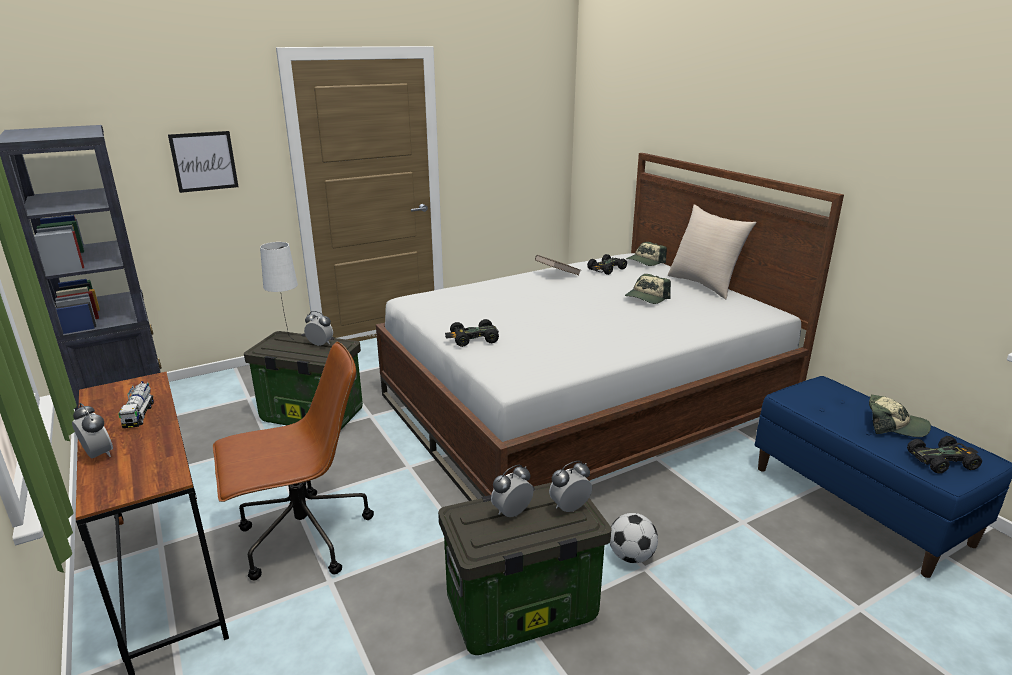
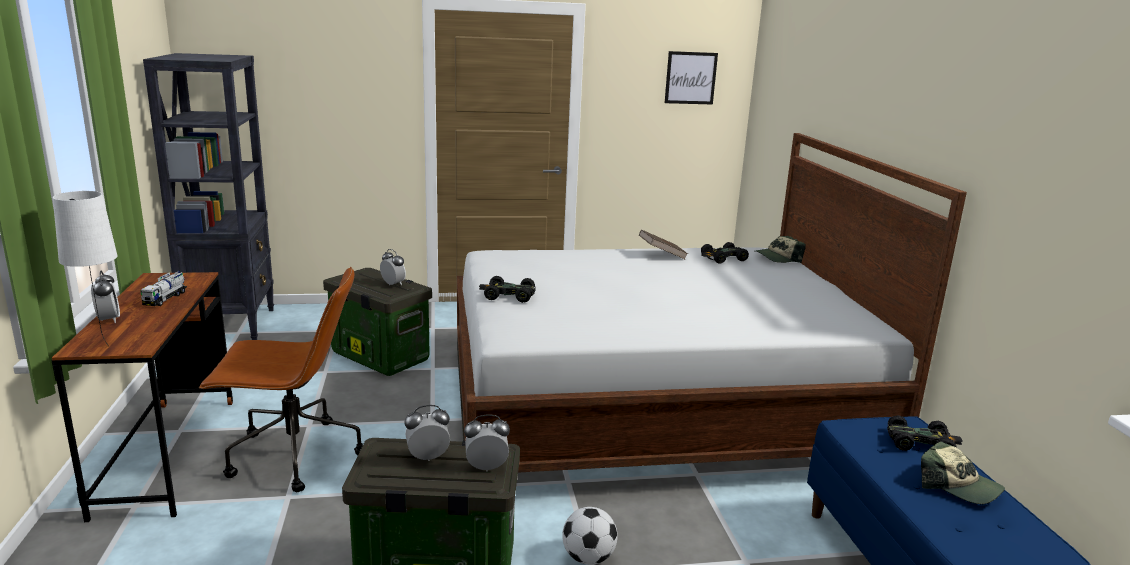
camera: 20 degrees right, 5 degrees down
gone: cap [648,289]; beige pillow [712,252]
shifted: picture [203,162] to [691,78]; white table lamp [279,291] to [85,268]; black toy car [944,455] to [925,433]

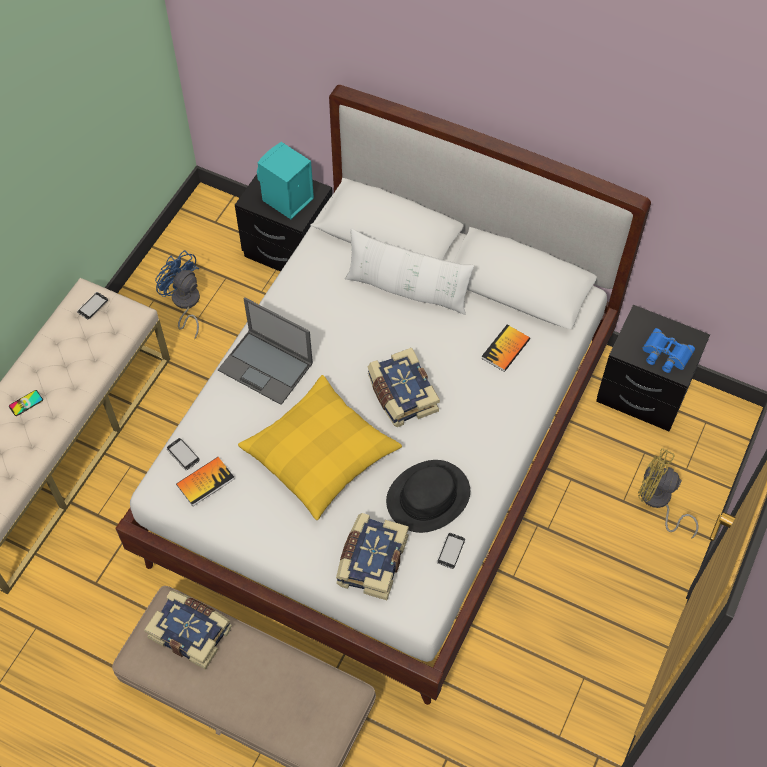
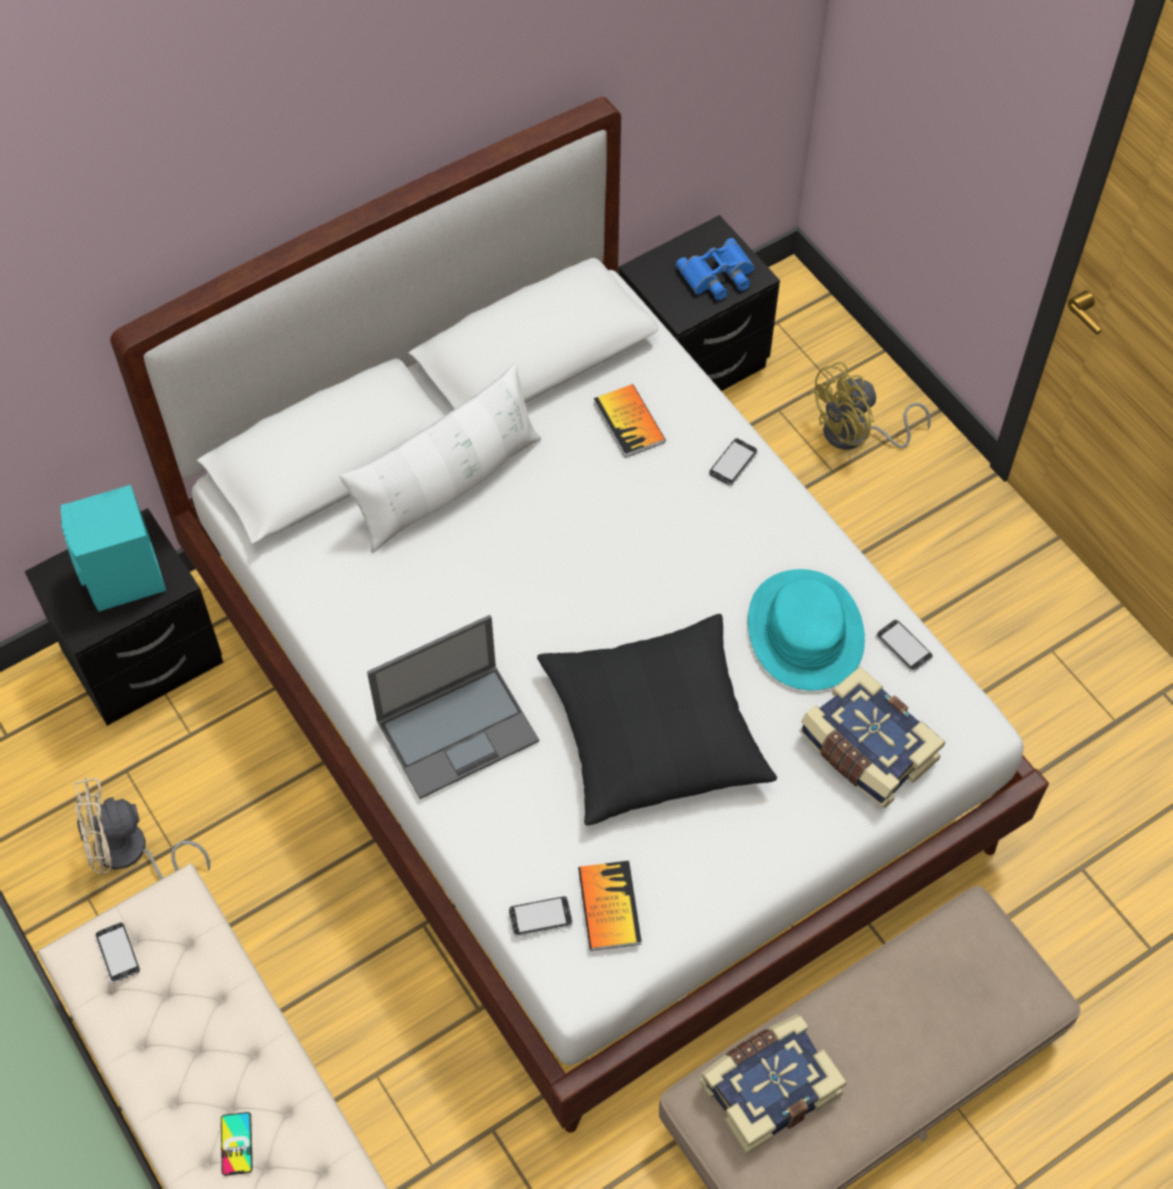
camera: 60 degrees left, 0 degrees up
gone: book [404,387]
new: phone [733,461]
repainted: blue fan [177,294] to beige fan [142,828]; yellow pillow [320,447] to black pillow [657,720]; black hat [428,496] to turquoise hat [806,630]

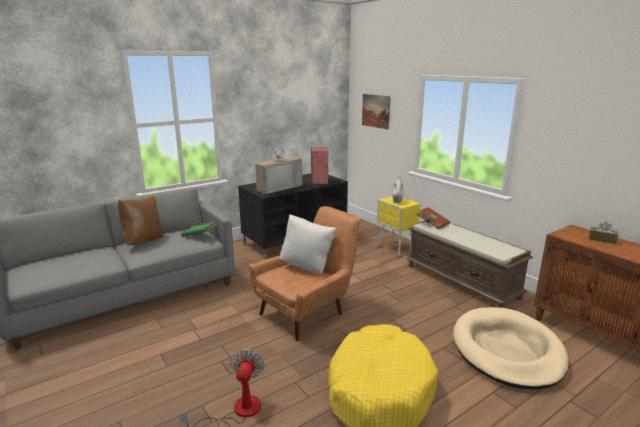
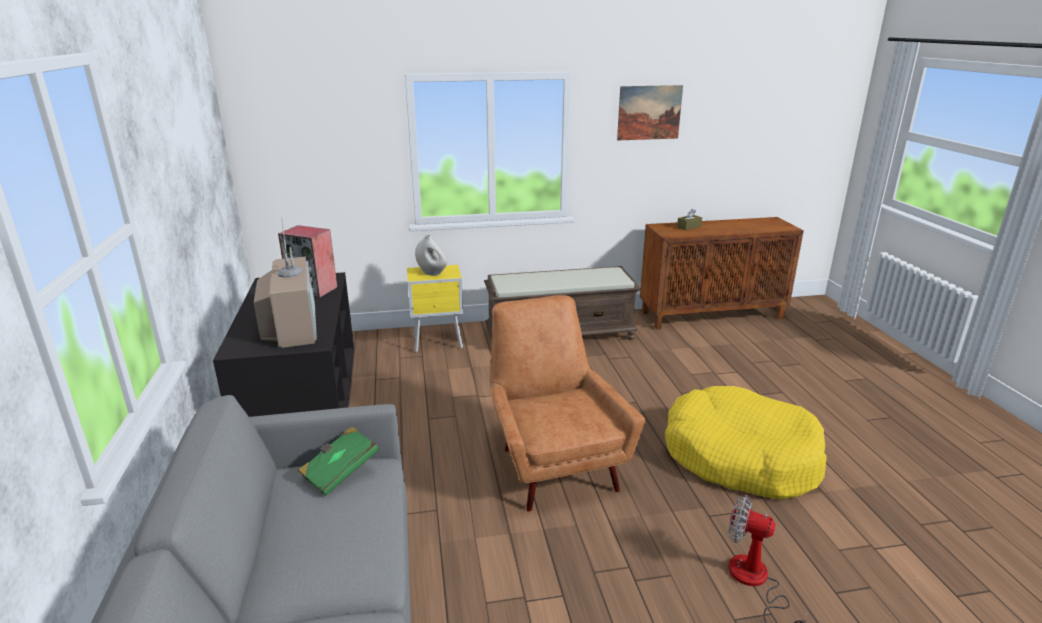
camera: 65 degrees left, 5 degrees up
gone: brown pillow [140,221]; white pillow [308,244]; brown book [433,218]; beige dog bed [511,348]
shifted: picture [376,112] to [650,112]

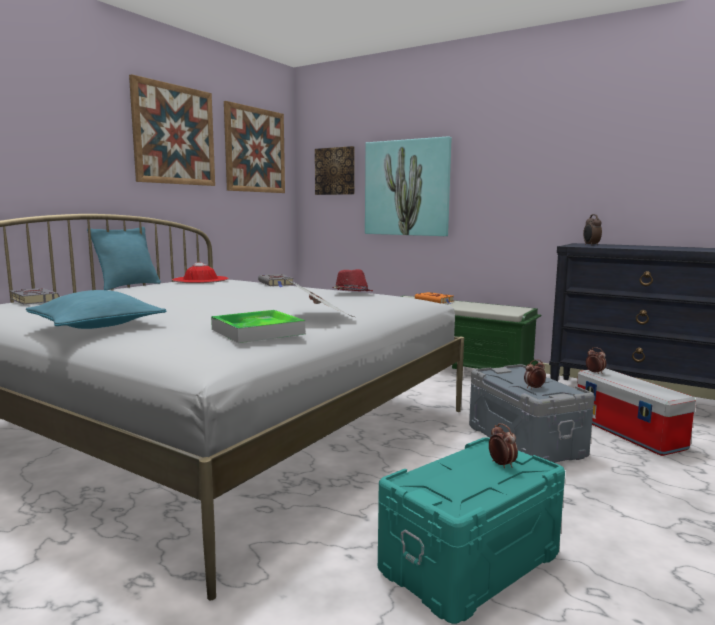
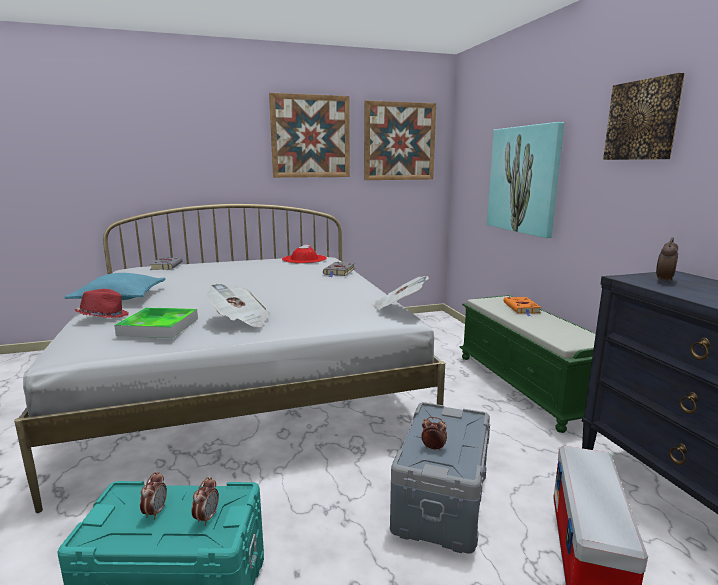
camera: 40 degrees right, 5 degrees up
gone: turquoise pillow [124,258]
new: newspaper [400,293]
shifted: picture [335,170] to [644,116]; red hat [353,280] to [101,303]; alarm clock [596,360] to [153,496]

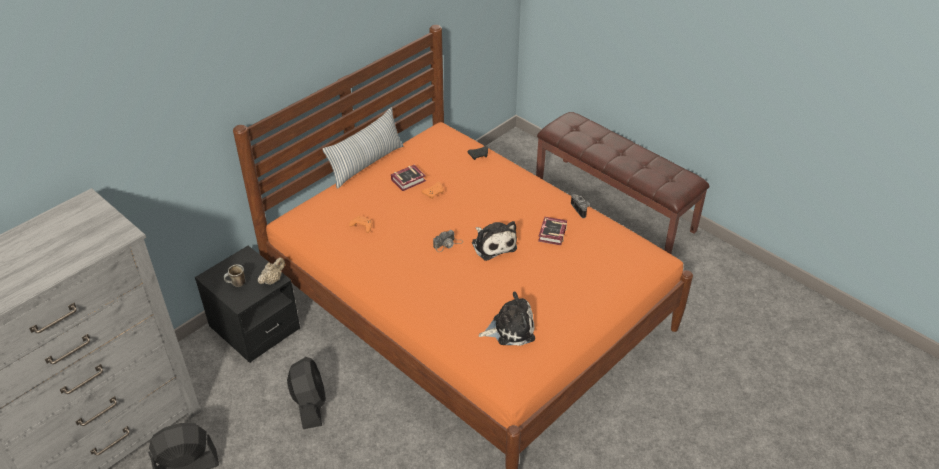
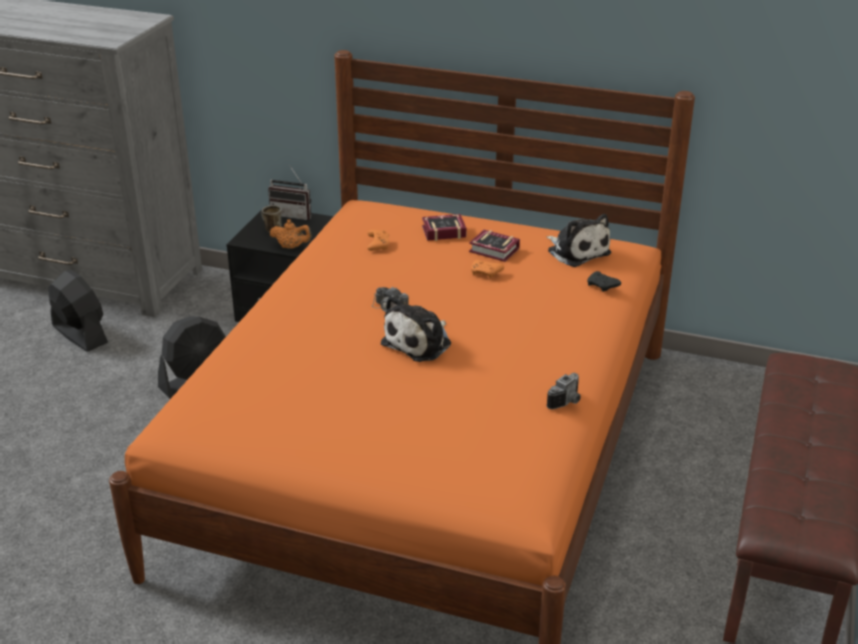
camera: 65 degrees right, 10 degrees down
gone: pillow [362,147]
new: radio [289,192]
shifted: plush toy [507,319] to [579,240]; book [552,231] to [444,227]
repainted: beige teapot [271,271] to orange teapot [291,234]

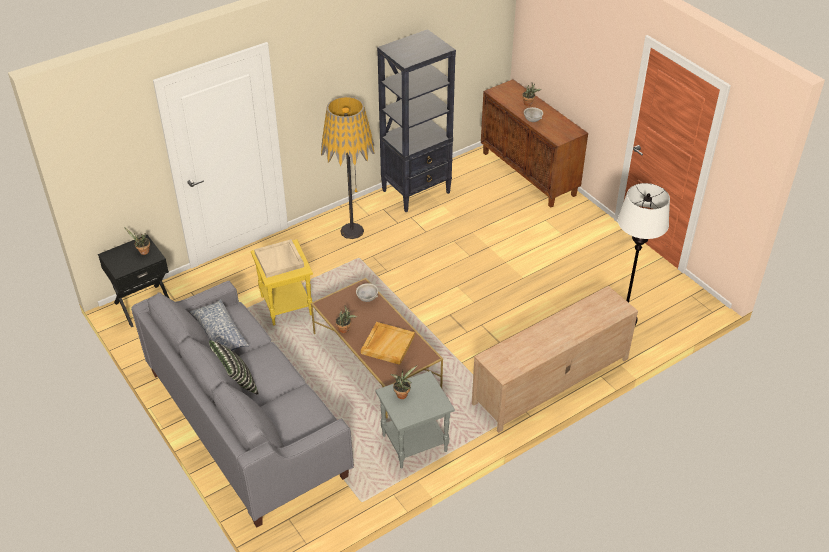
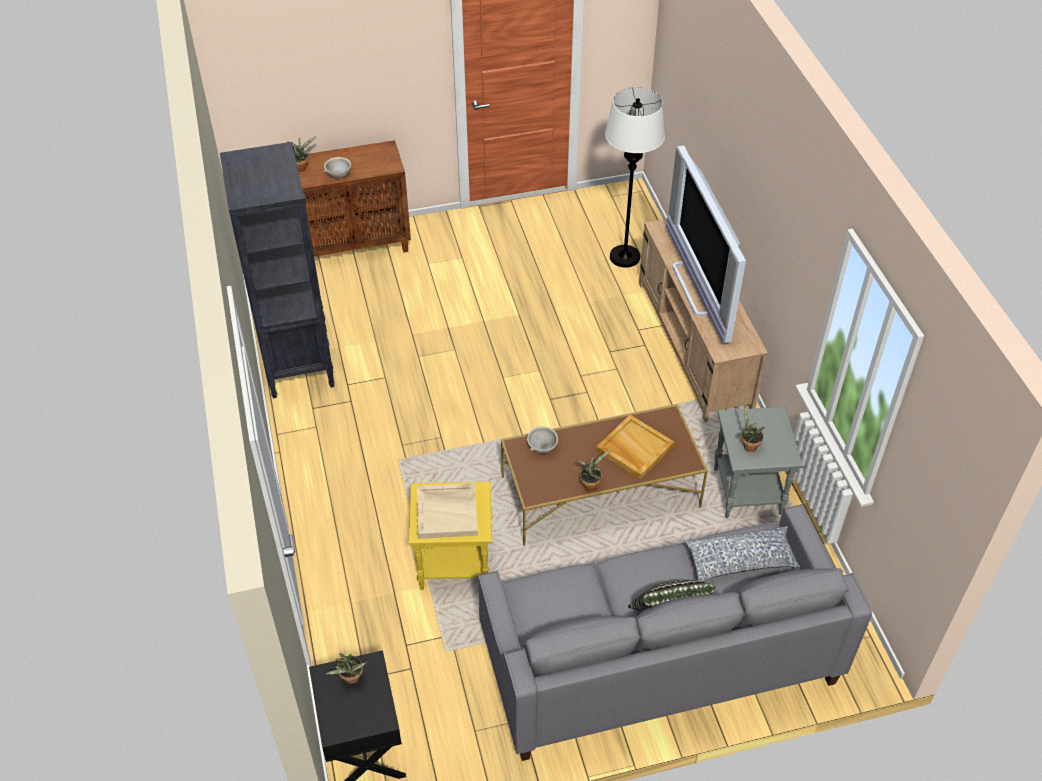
camera: 70 degrees left, 5 degrees up
gone: floor lamp [348,167]
new: television [706,244]
shifted: pillow [220,324] to [741,554]

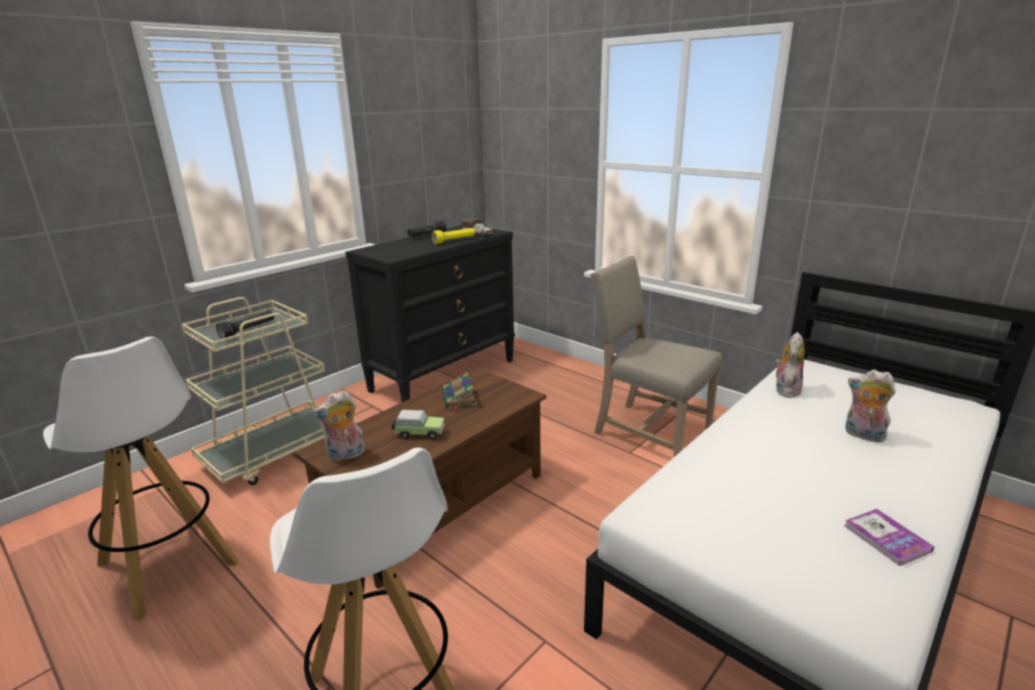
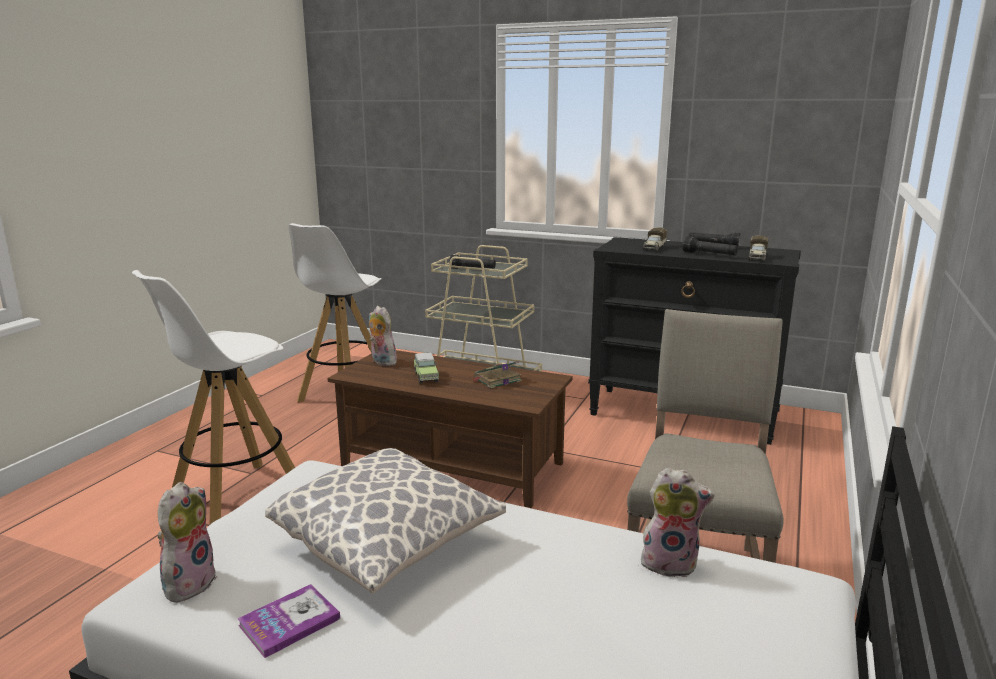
camera: 70 degrees right, 5 degrees down
new: pillow [385,520]; toy truck [655,239]
shifted: plush toy [870,406] to [187,542]
repainted: yellow flashlight [453,236] to black flashlight [710,245]

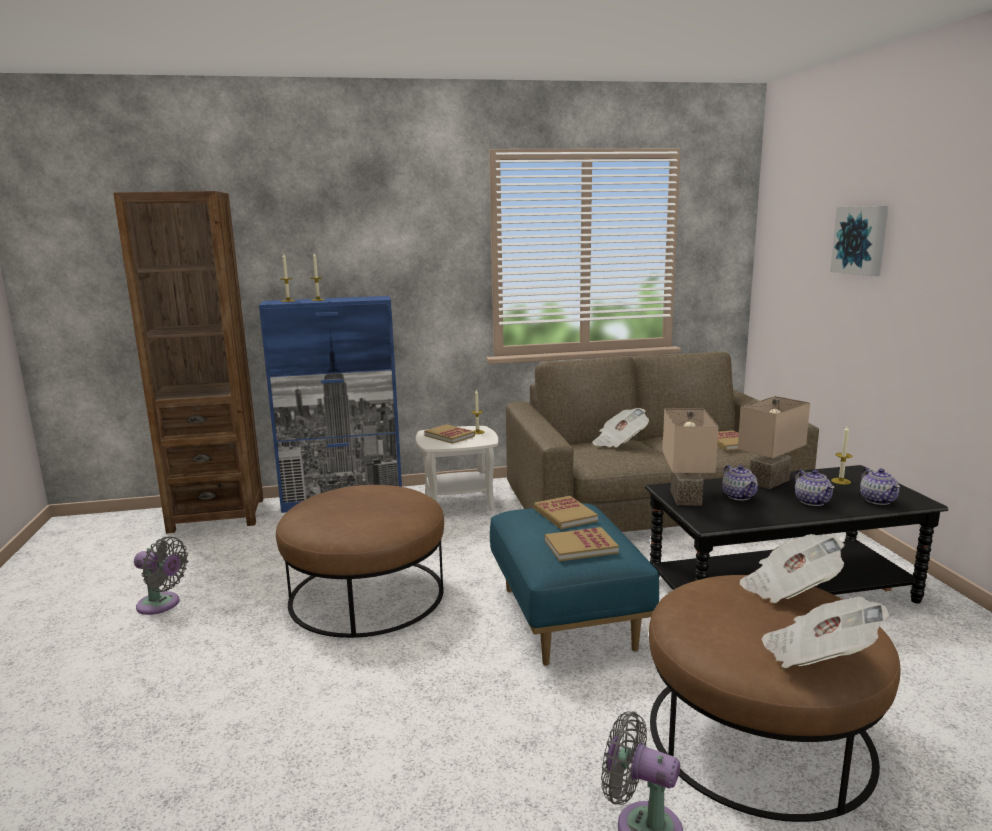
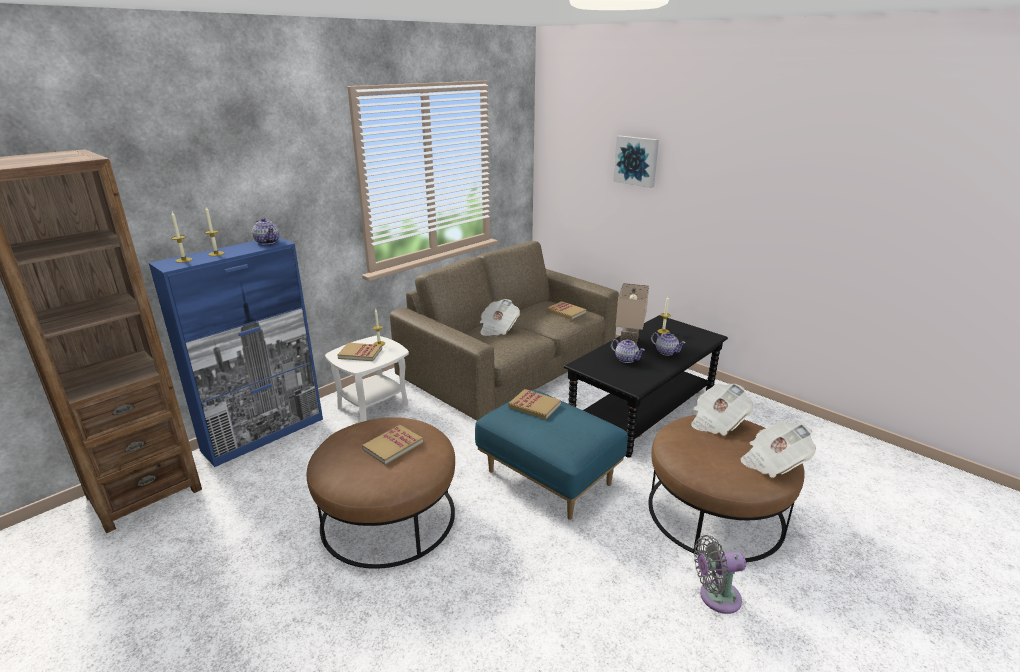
camera: 35 degrees left, 10 degrees up
gone: grey fan [161,575]; beige table lamp [691,457]
shifted: book [582,544] to [392,445]; teapot [880,486] to [266,231]

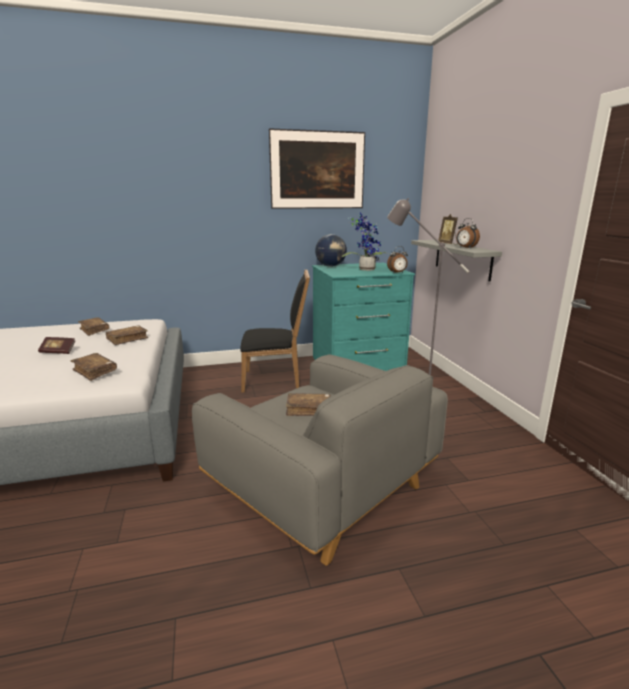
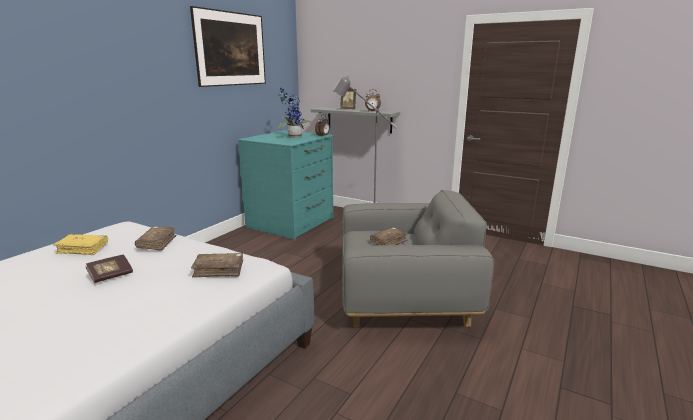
camera: 45 degrees left, 0 degrees up
gone: black chair [275,331]; globe [331,250]
repainted: brown book [93,326] to yellow book [80,244]

